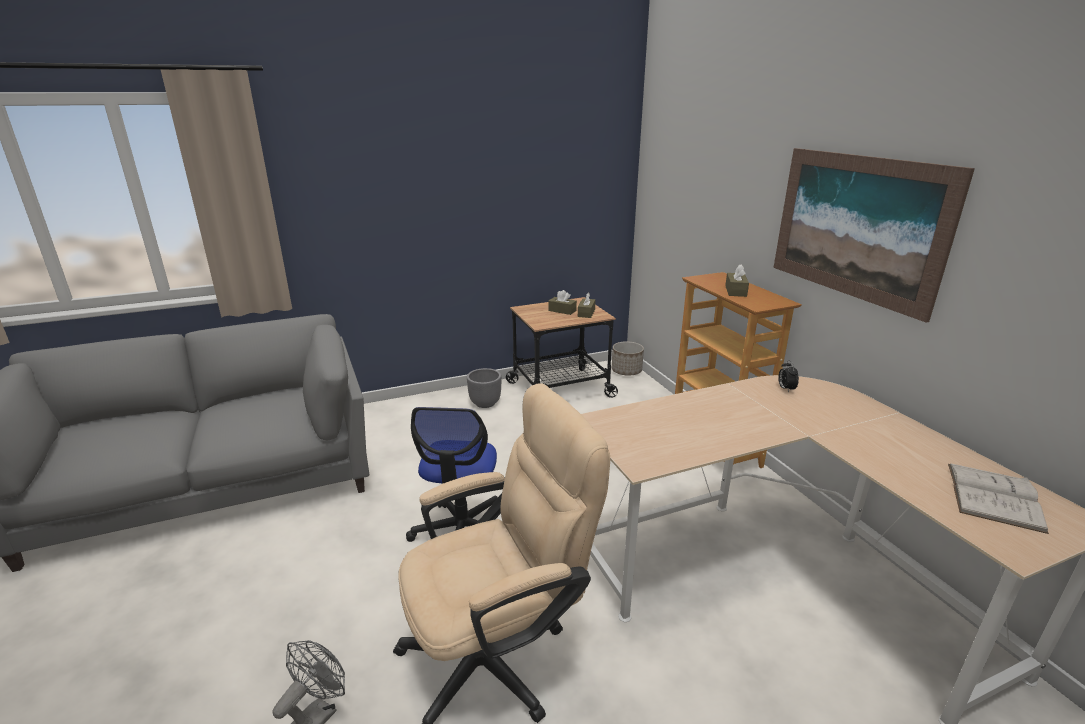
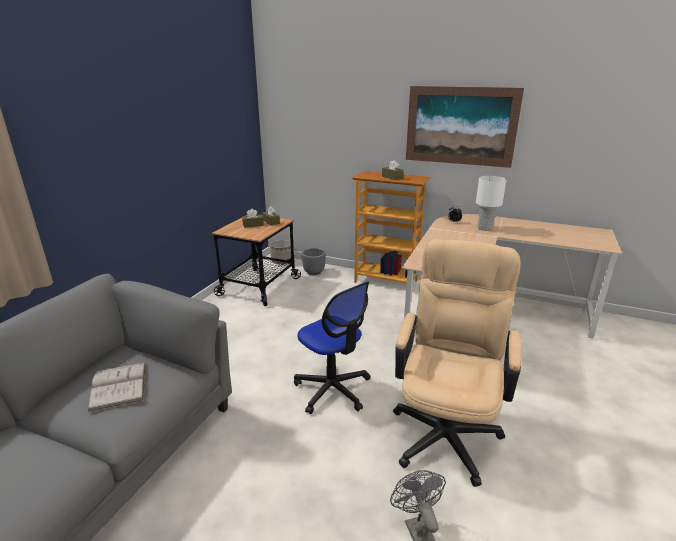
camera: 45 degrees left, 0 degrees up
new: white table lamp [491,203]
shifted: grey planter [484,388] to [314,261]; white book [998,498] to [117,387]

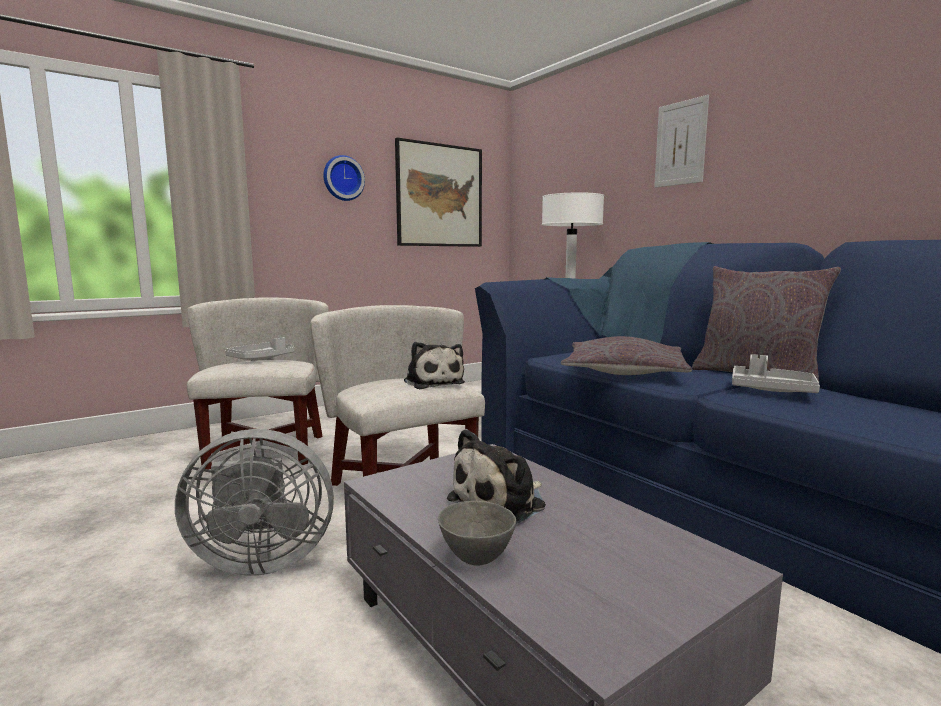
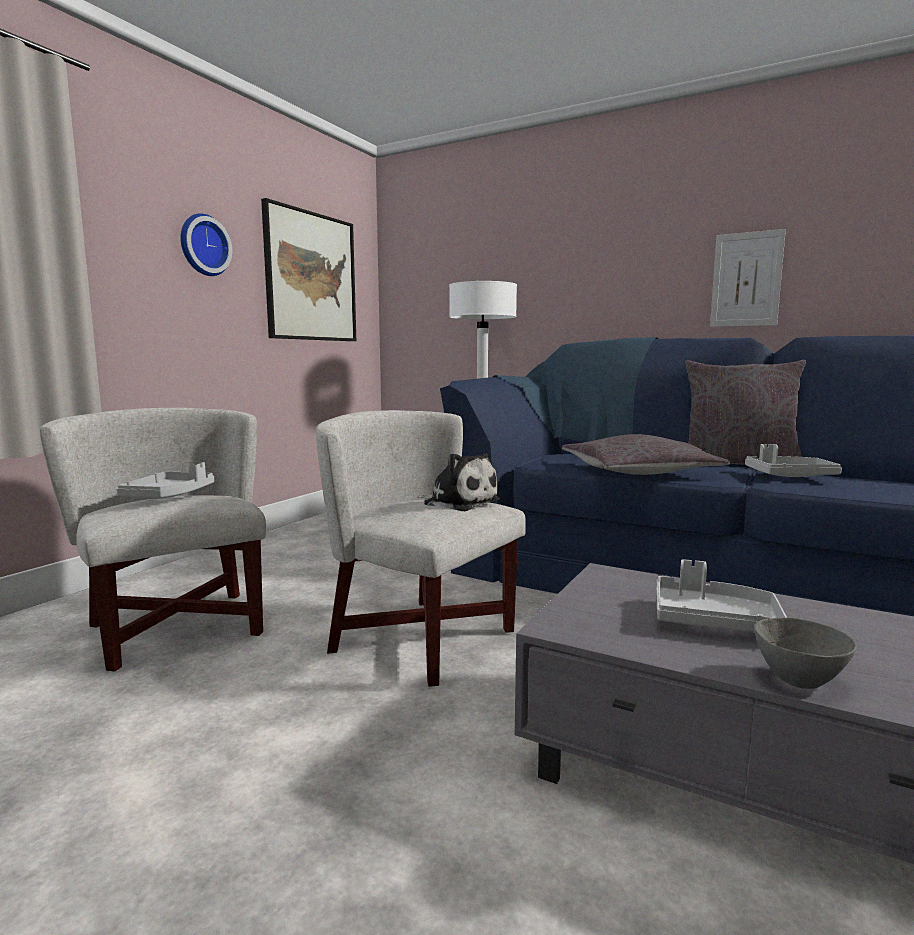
camera: 25 degrees left, 0 degrees up
gone: grey fan [254,502]
shifted: picture [681,141] to [748,278]
swapped: plush toy [496,476] to grey tray [721,595]

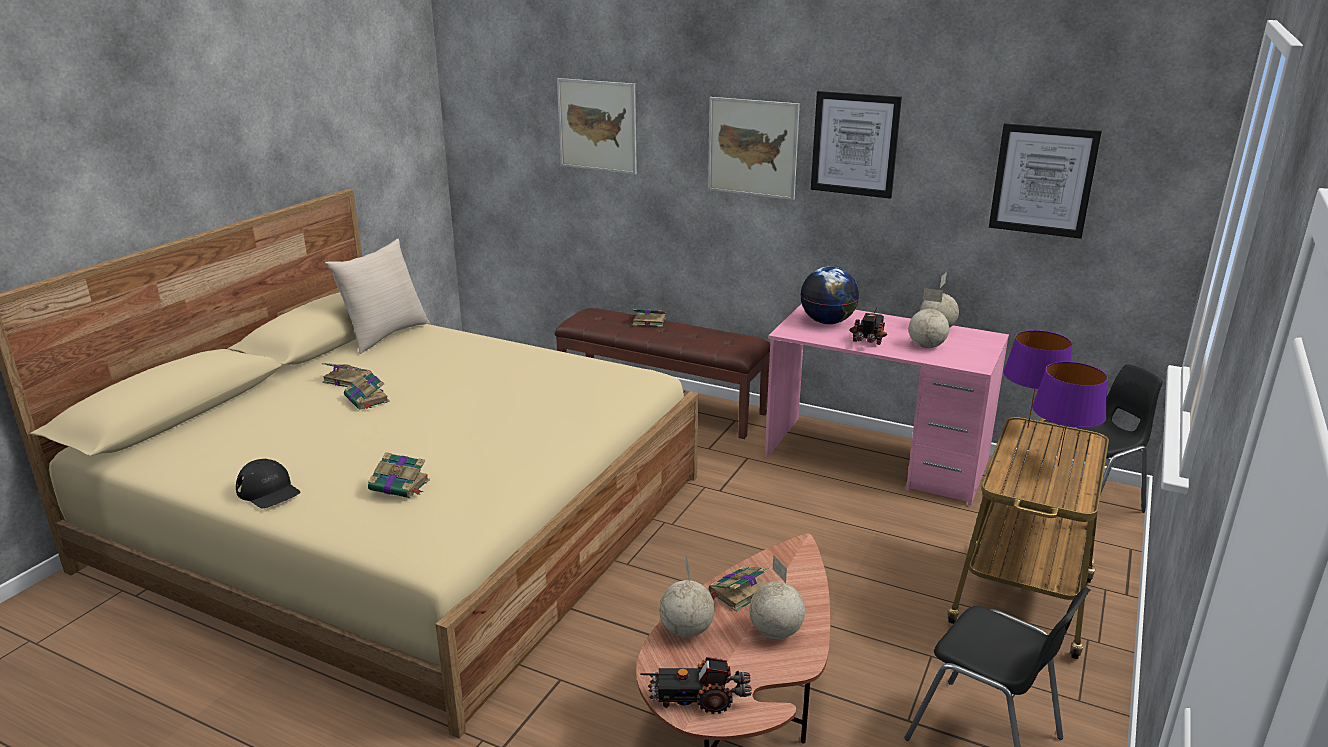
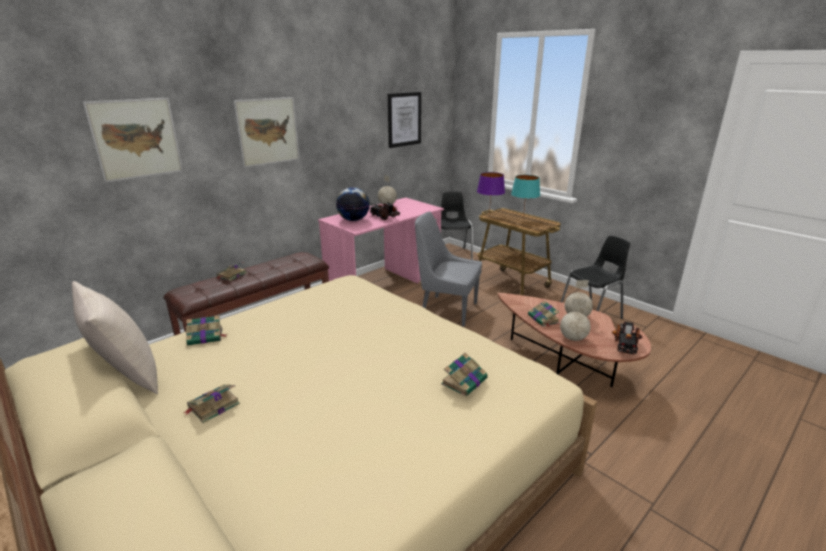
camera: 70 degrees left, 0 degrees up
gone: black cap [268,483]; picture [856,145]; globe [929,318]
new: grey chair [448,268]
shifted: book [367,390] to [206,330]
repainted: purple table lamp [1070,414] to turquoise table lamp [525,196]

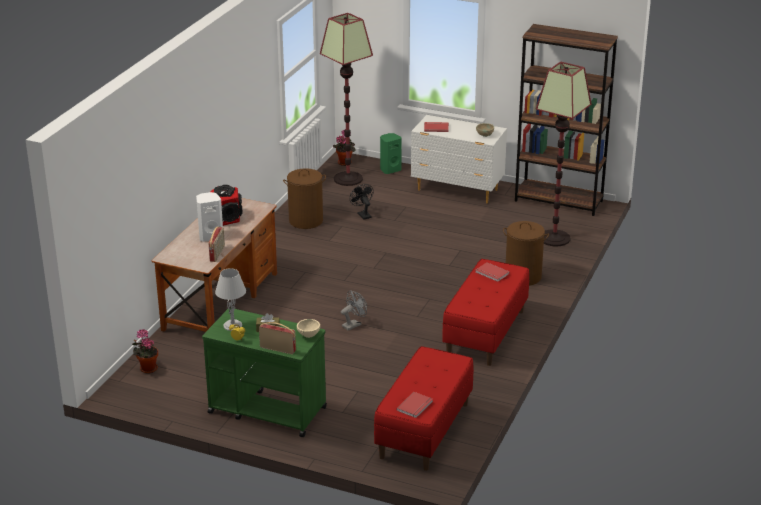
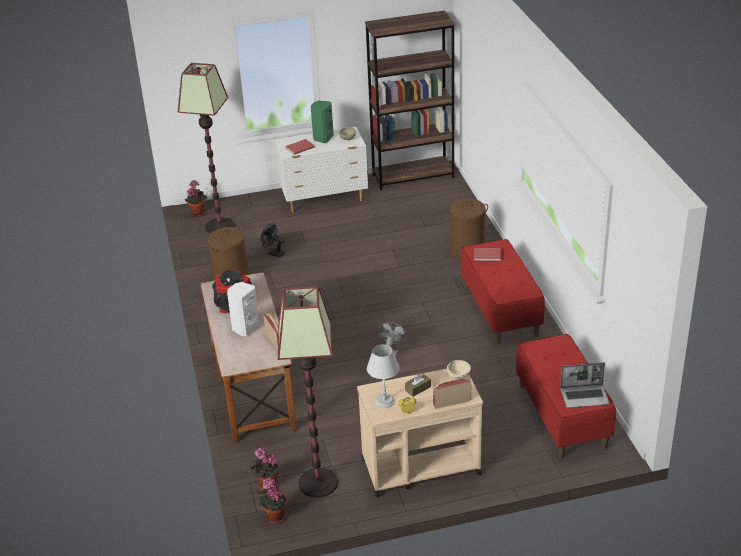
camera: 35 degrees left, 5 degrees up
new: potted plant [272,501]
shifted: green speaker [391,153] to [322,122]; floor lamp [564,154] to [308,392]
swapped: red book [414,405] to laptop [585,385]
repainted: green cart [264,372] to beige cart [420,433]

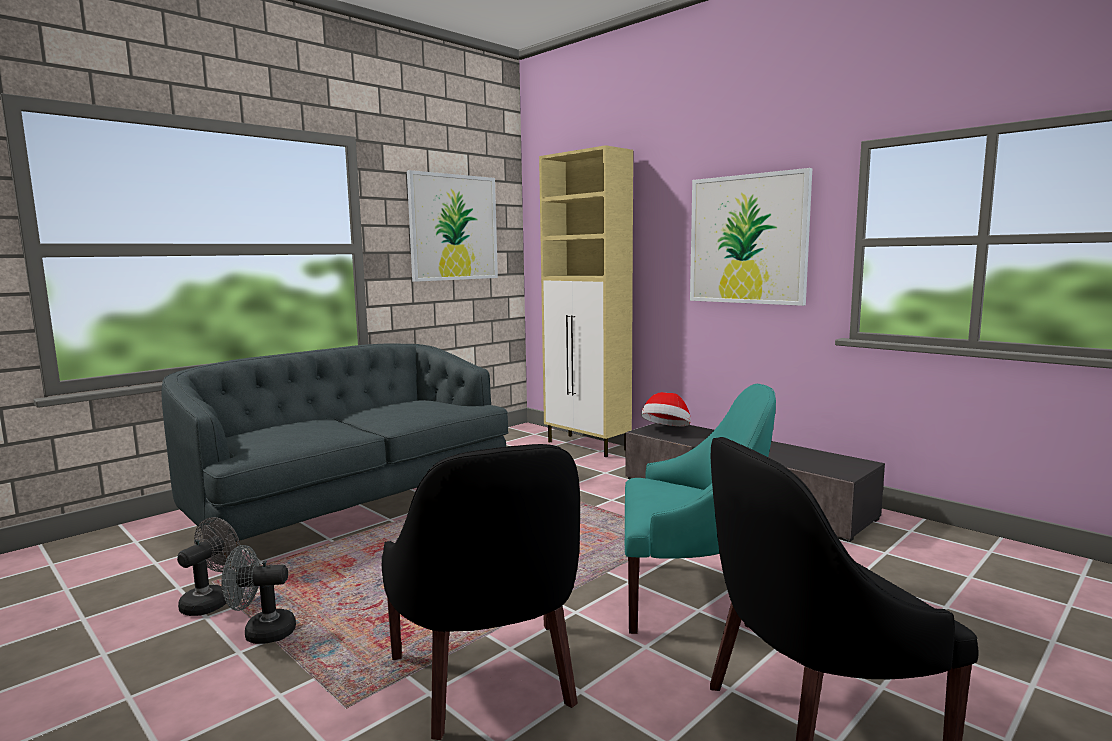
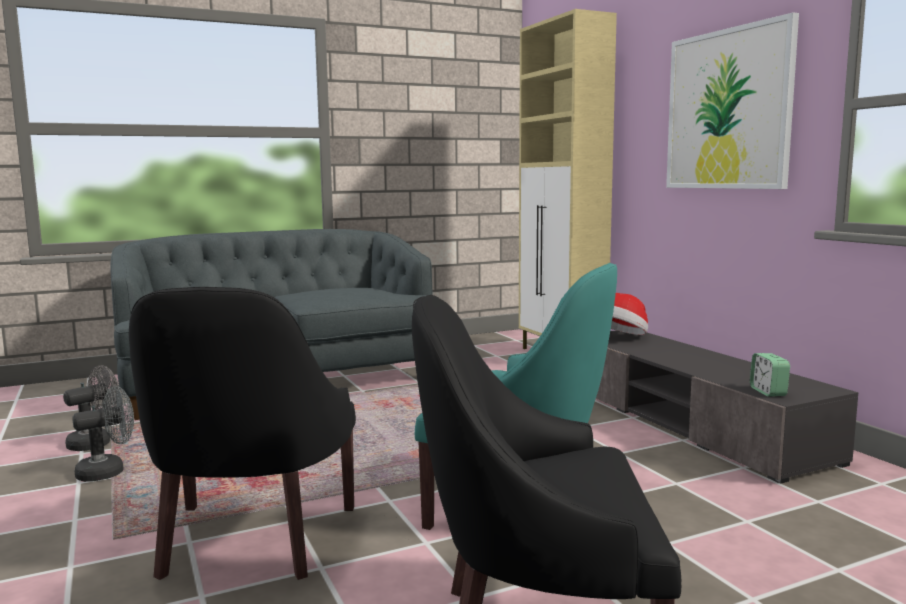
camera: 20 degrees right, 0 degrees up
gone: picture [452,226]
new: alarm clock [770,375]
rotated: grey fan [258,594] = [103,434] 135 degrees clockwise

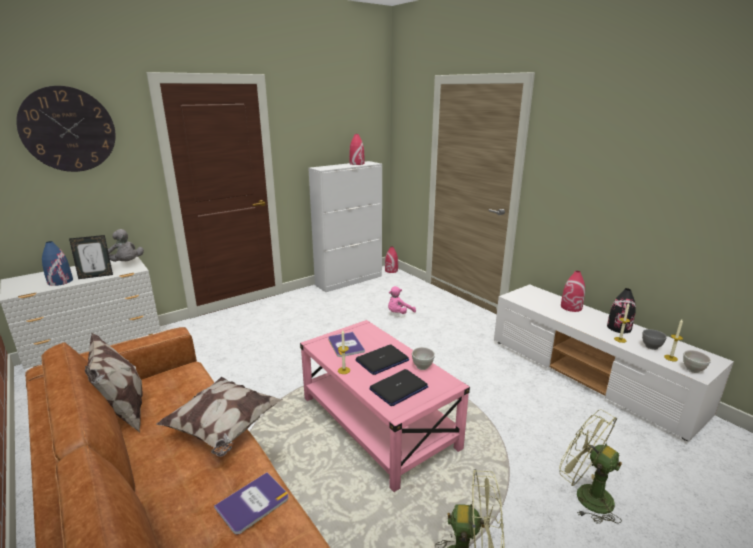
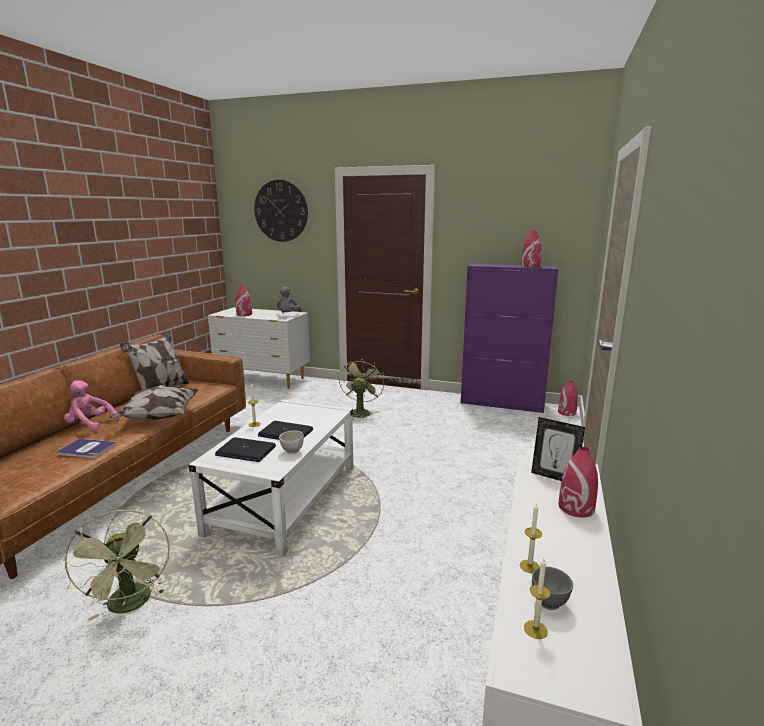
camera: 55 degrees right, 5 degrees down
gone: book [346,344]; black vase [621,310]; white bowl [697,361]
shifted: picture frame [91,257] to [558,449]; pink plush toy [402,300] to [91,405]; green fan [590,466] to [361,388]
repainted: blue vase [57,263] to red vase [244,300]; pink coffee table [385,406] to white coffee table [271,477]; white cabinet [345,226] to purple cabinet [510,338]

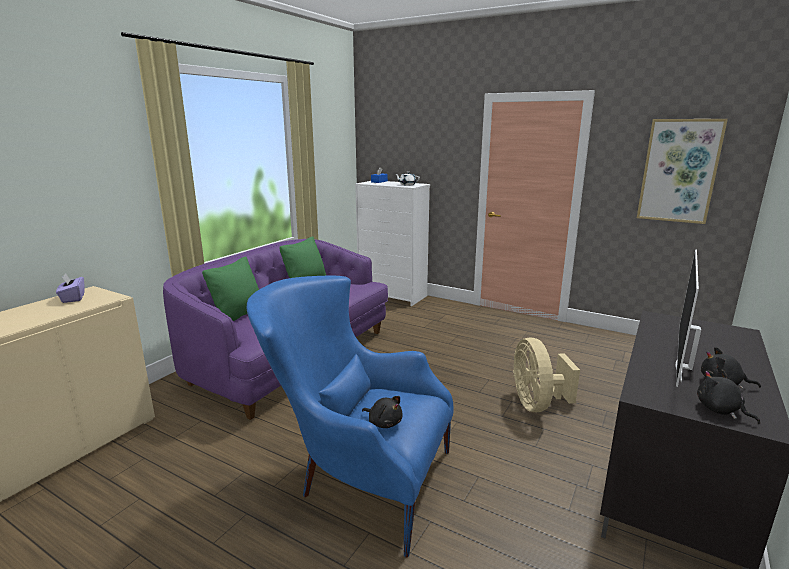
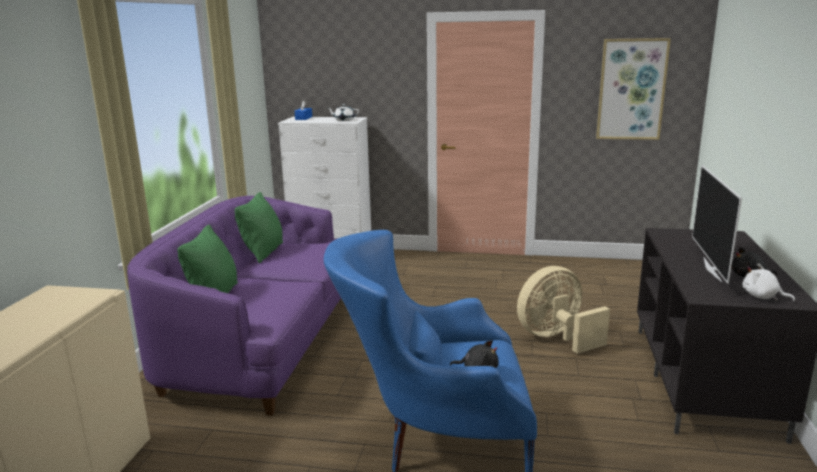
camera: 20 degrees left, 0 degrees up
gone: purple tissue box [70,288]
repainted: black plush toy [728,397] to white plush toy [768,282]
rotated: beige fan [546,375] = [563,310] 90 degrees clockwise

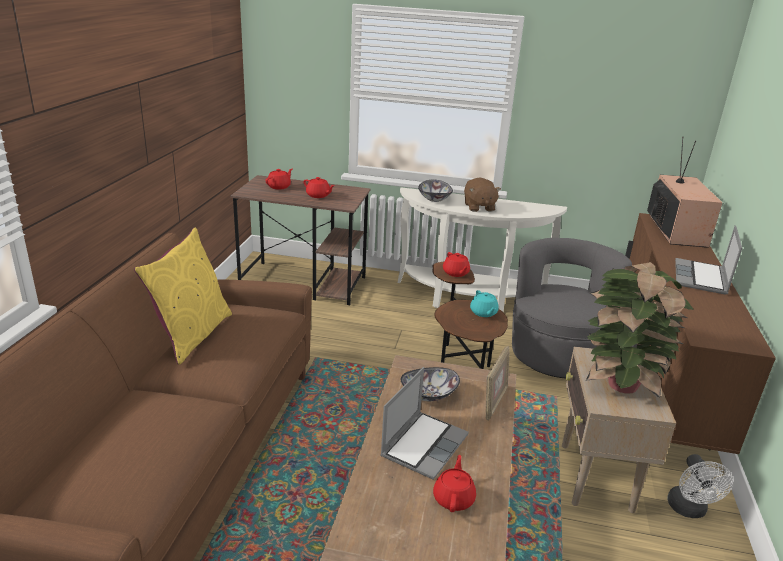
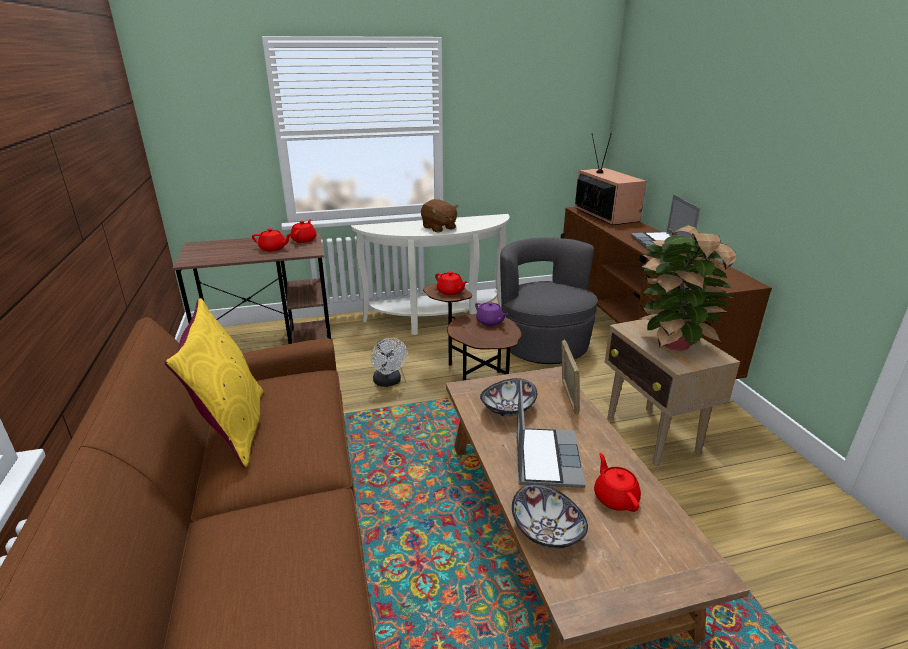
camera: 25 degrees left, 0 degrees up
shifted: red teapot [279,179] to [304,231]; bowl [435,191] to [550,516]; white fan [700,486] to [389,362]
repainted: turquoise teapot [484,303] to purple teapot [491,314]

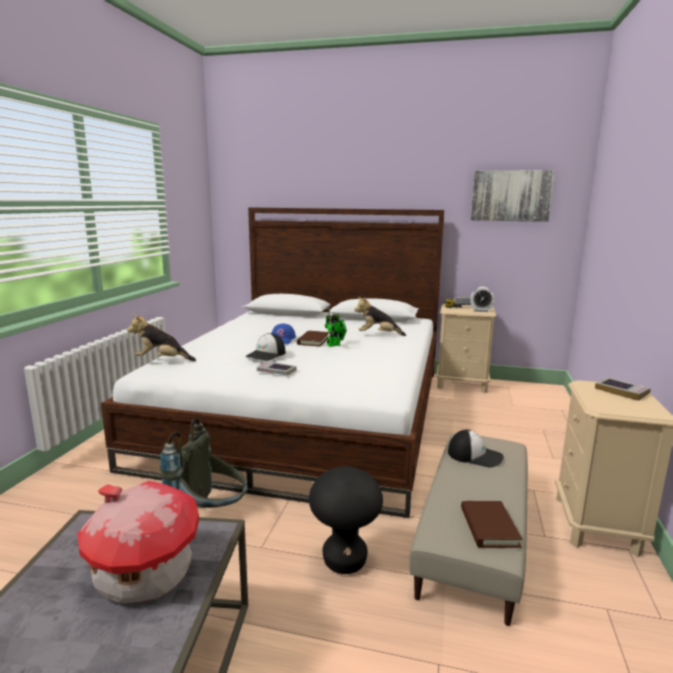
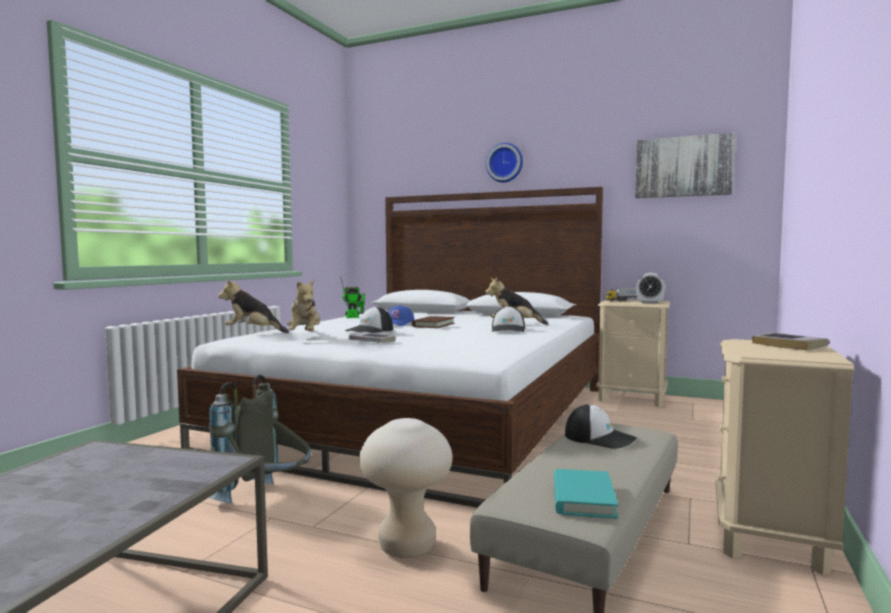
camera: 10 degrees right, 10 degrees down
gone: toy house [138,542]
new: plush toy [303,305]; wall clock [504,162]; cap [508,319]
shifted: toy robot [336,327] to [352,296]
repainted: black stool [346,520] to beige stool [406,488]; brown book [491,524] to turquoise book [586,494]

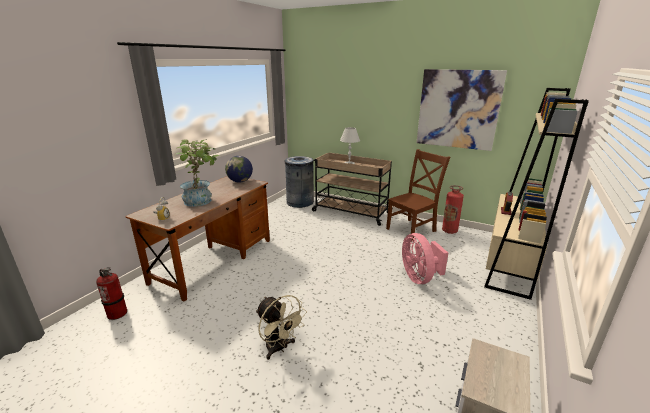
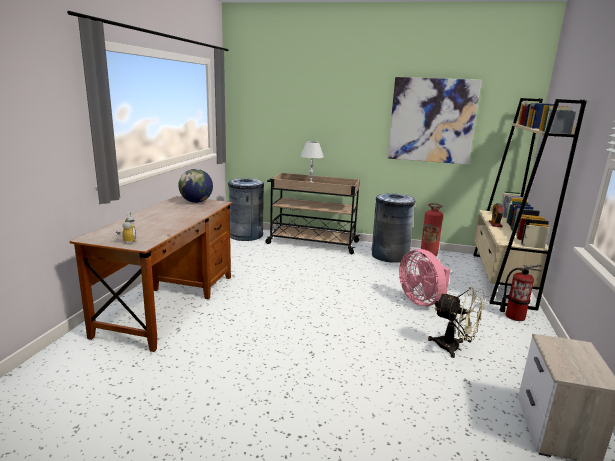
camera: 15 degrees left, 5 degrees down
gone: potted plant [197,173]
shifted: fire extinguisher [111,293] to [520,292]; beige fan [281,327] to [457,322]
swapped: brown chair [418,195] to grey trash can [394,228]

